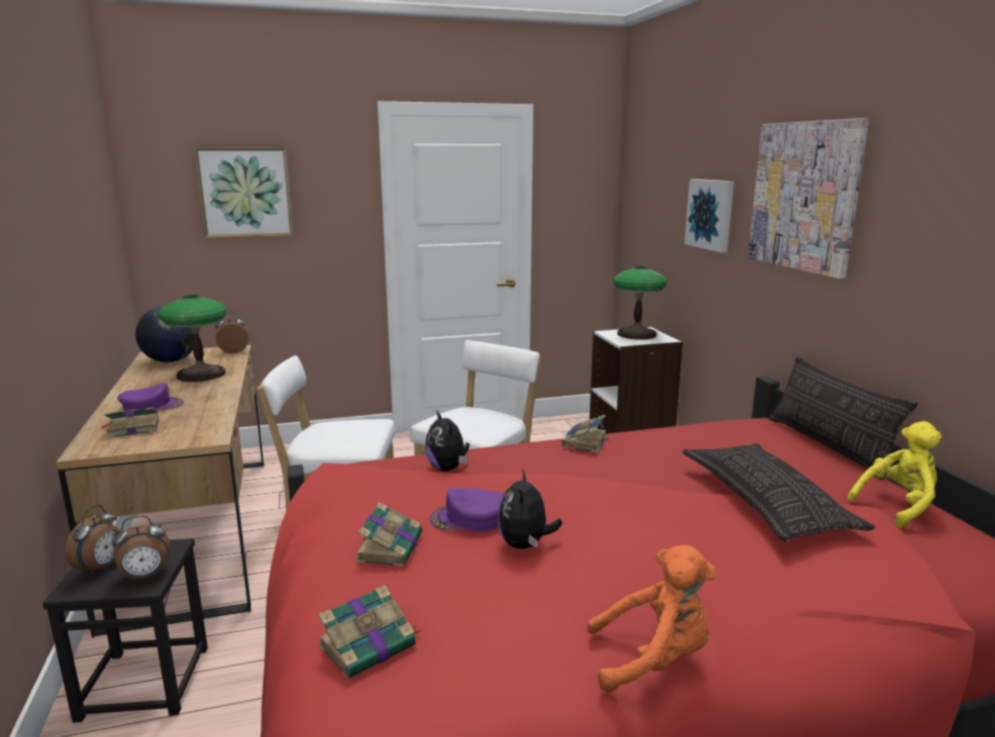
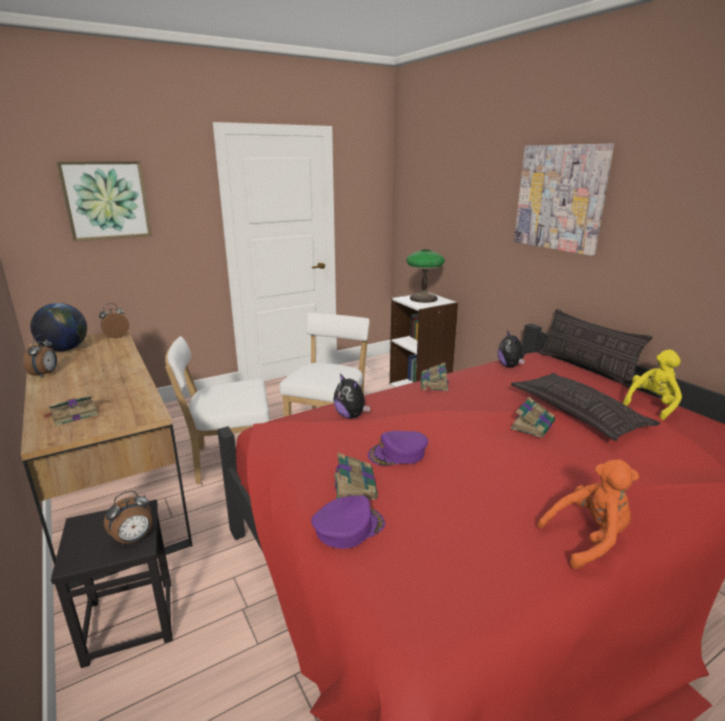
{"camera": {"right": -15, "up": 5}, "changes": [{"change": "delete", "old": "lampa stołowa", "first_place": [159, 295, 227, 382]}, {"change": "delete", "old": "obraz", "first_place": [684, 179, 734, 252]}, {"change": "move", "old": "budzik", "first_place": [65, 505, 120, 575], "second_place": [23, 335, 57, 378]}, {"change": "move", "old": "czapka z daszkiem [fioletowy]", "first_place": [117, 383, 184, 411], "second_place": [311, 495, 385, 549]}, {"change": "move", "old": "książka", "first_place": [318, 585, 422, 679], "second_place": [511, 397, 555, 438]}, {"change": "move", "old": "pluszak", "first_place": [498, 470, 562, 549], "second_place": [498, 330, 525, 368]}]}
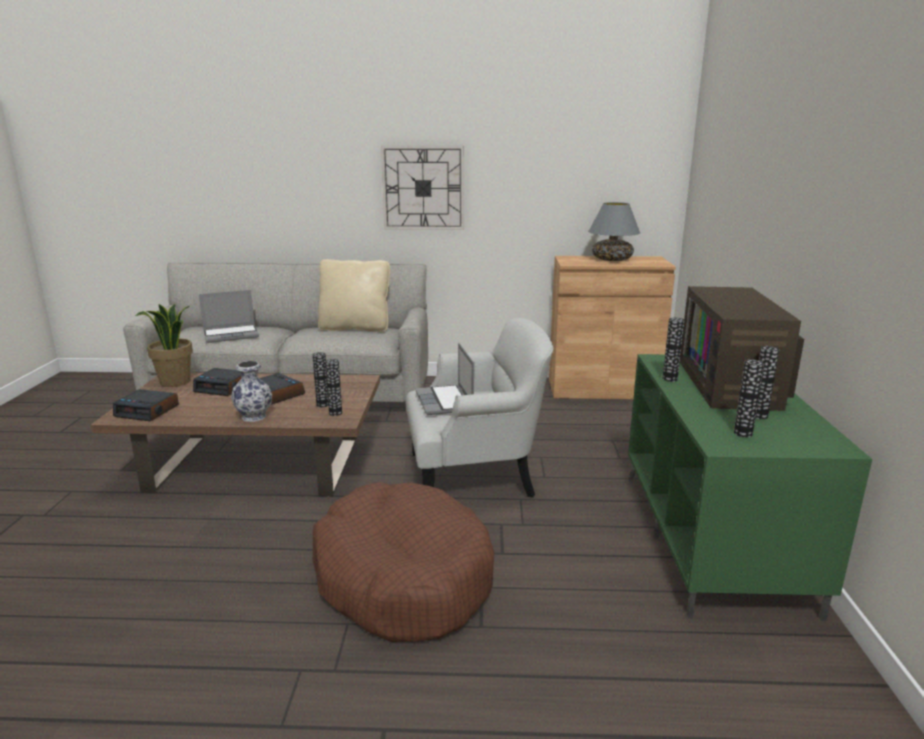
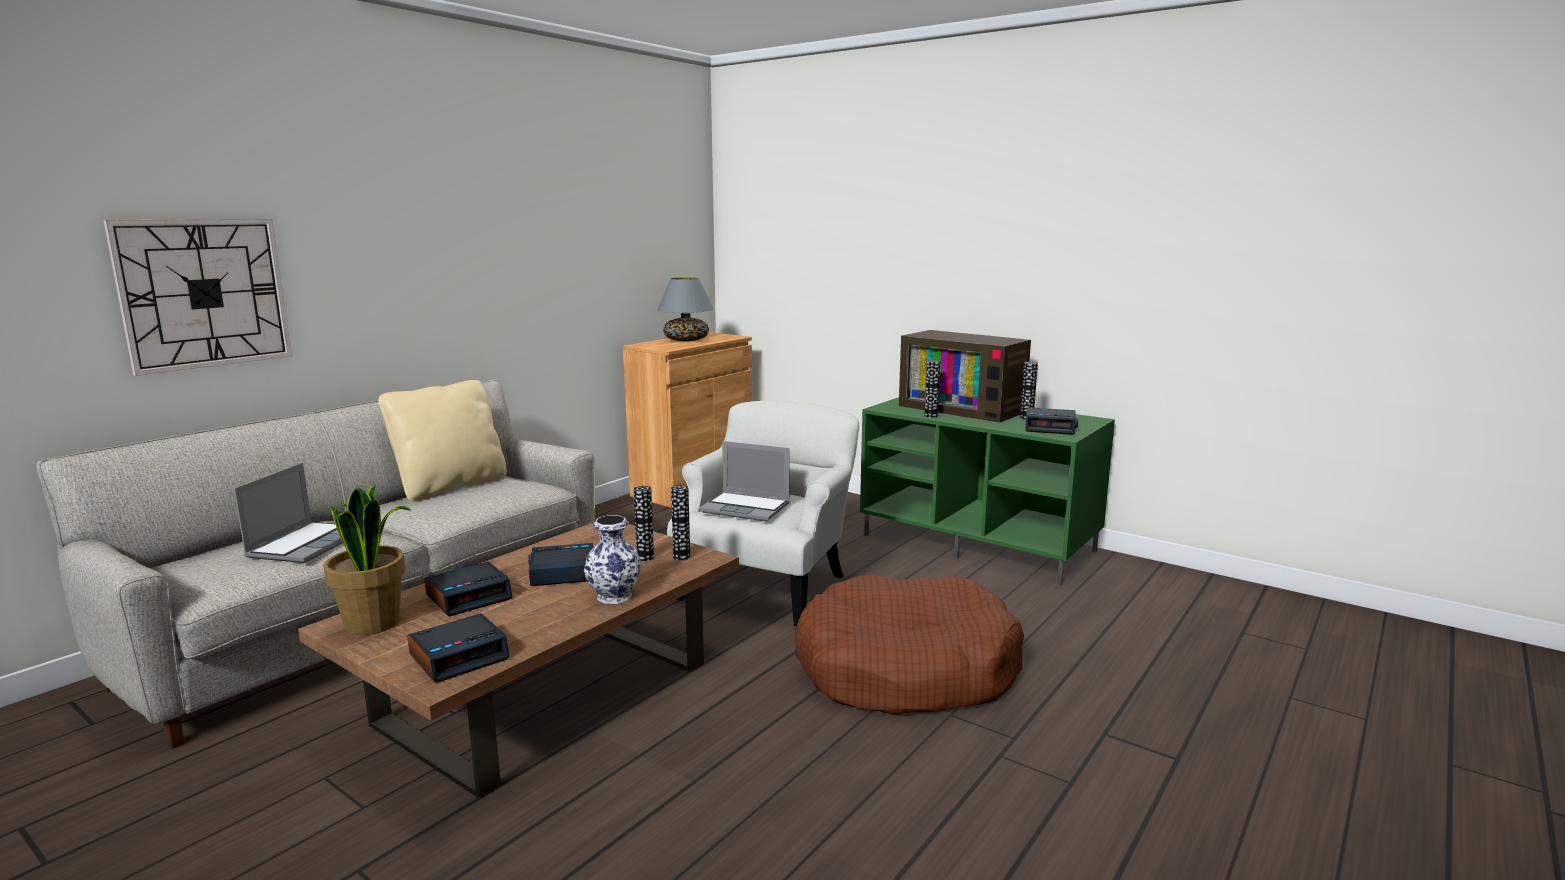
{"camera": {"right": -55, "up": -5}, "changes": [{"change": "move", "old": "zegar ścienny", "first_place": [381, 146, 464, 230], "second_place": [103, 219, 292, 376]}, {"change": "replace", "old": "wazon", "new": "budzik", "first_place": [734, 359, 764, 437], "second_place": [1025, 407, 1078, 435]}]}
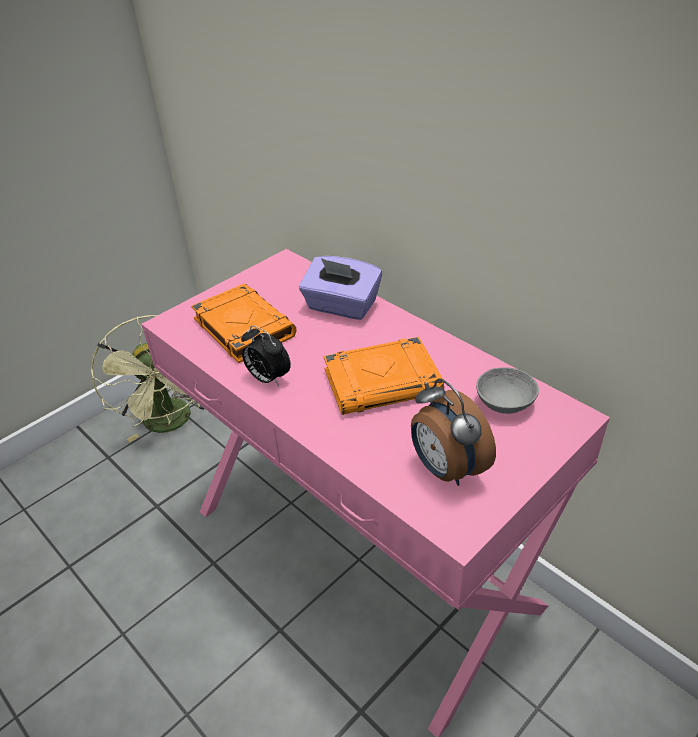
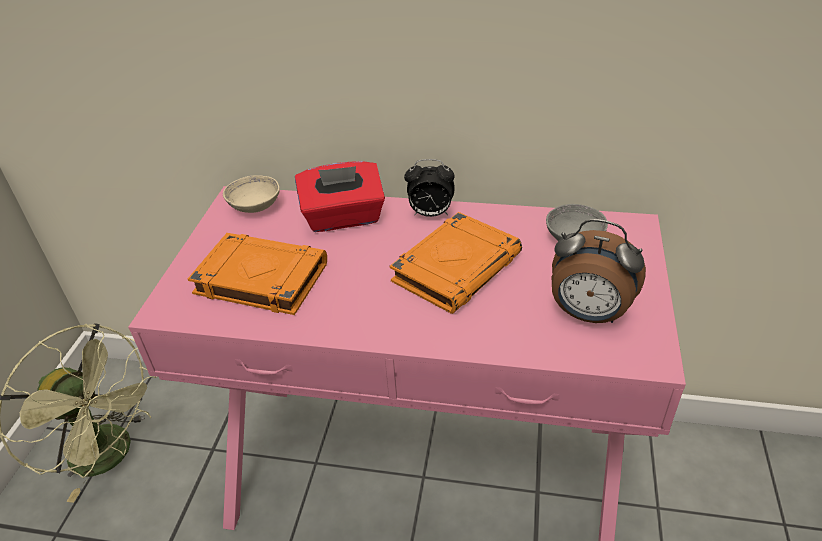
{"camera": {"right": -35, "up": 0}, "changes": [{"change": "insert", "new": "miska [beżowy]", "second_place": [223, 175, 280, 213]}, {"change": "move", "old": "budzik", "first_place": [241, 325, 291, 386], "second_place": [404, 159, 455, 217]}, {"change": "recolor", "old": "pudełko chusteczek [fioletowy]", "new": "pudełko chusteczek [czerwony]", "first_place": [299, 256, 382, 320], "second_place": [295, 161, 385, 232]}]}
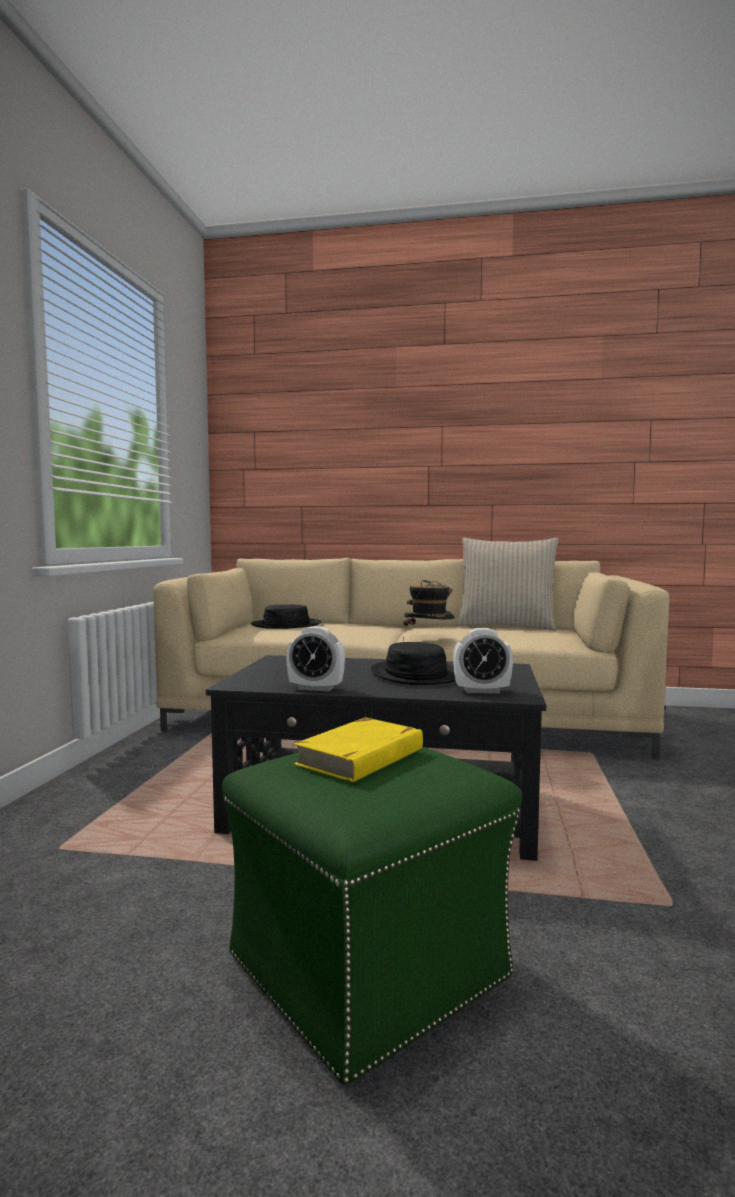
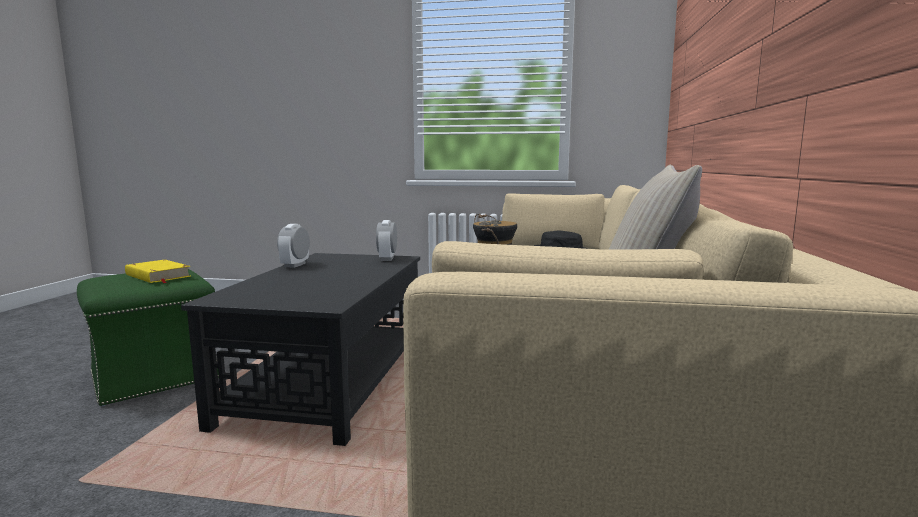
{"camera": {"right": 90, "up": 5}, "changes": [{"change": "delete", "old": "kapelusz [czarny]", "first_place": [371, 642, 456, 685]}, {"change": "move", "old": "budzik", "first_place": [453, 628, 513, 693], "second_place": [376, 220, 397, 261]}]}
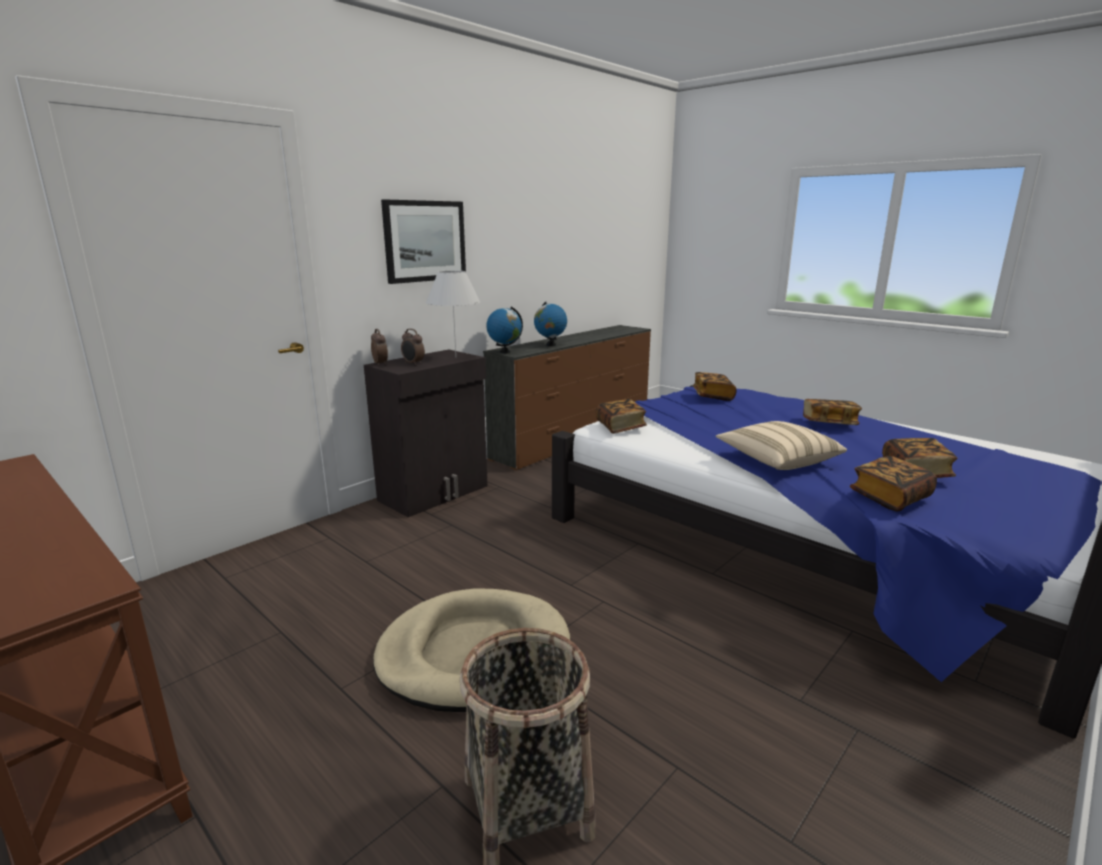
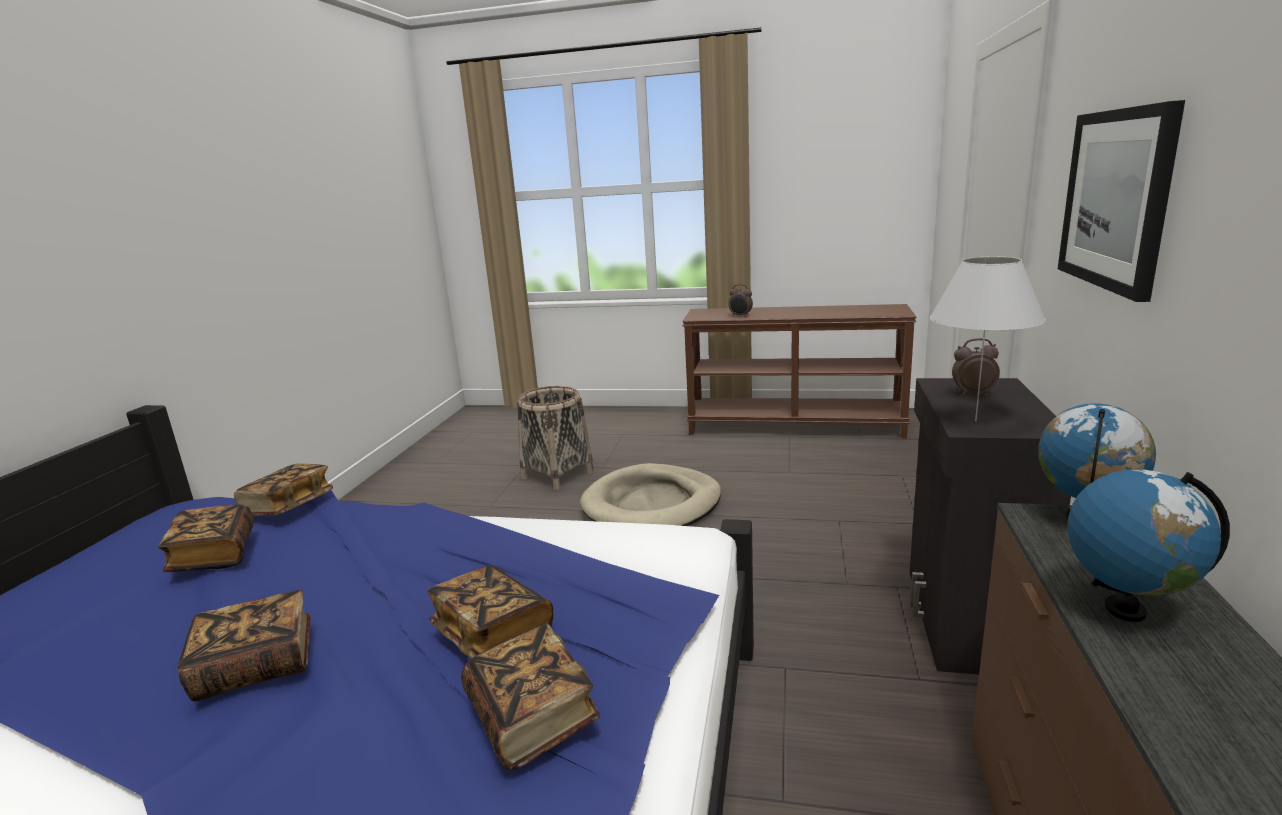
{"camera": {"right": 150, "up": 0}, "changes": [{"change": "delete", "old": "poduszka [beżowy]", "first_place": [716, 421, 847, 470]}, {"change": "move", "old": "budzik", "first_place": [371, 329, 388, 365], "second_place": [728, 284, 753, 317]}, {"change": "move", "old": "książka", "first_place": [596, 399, 647, 434], "second_place": [428, 565, 553, 658]}]}
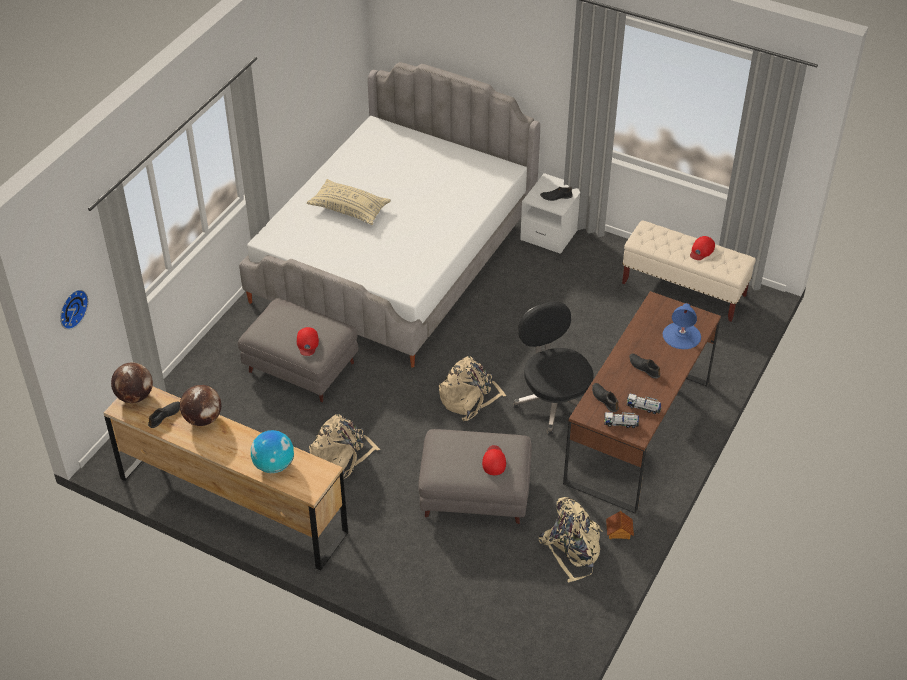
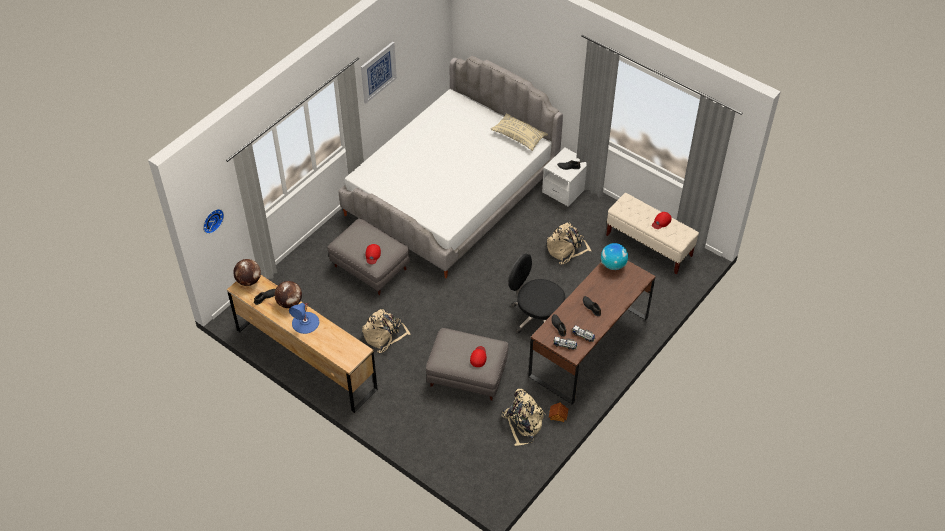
{"camera": {"right": 10, "up": 5}, "changes": [{"change": "insert", "new": "obraz", "second_place": [361, 42, 397, 103]}, {"change": "move", "old": "globus", "first_place": [251, 430, 294, 473], "second_place": [601, 243, 628, 270]}, {"change": "move", "old": "poduszka [beżowy]", "first_place": [307, 179, 391, 225], "second_place": [490, 113, 548, 151]}, {"change": "move", "old": "plecak [beżowy]", "first_place": [439, 356, 507, 421], "second_place": [547, 222, 591, 264]}, {"change": "move", "old": "lampa stołowa [niebieski]", "first_place": [663, 303, 701, 349], "second_place": [289, 303, 319, 334]}, {"change": "rotate", "old": "krzesło biurowe [czarny]", "first_place": [513, 301, 593, 435], "second_place": [508, 254, 565, 334], "degrees": -45}]}
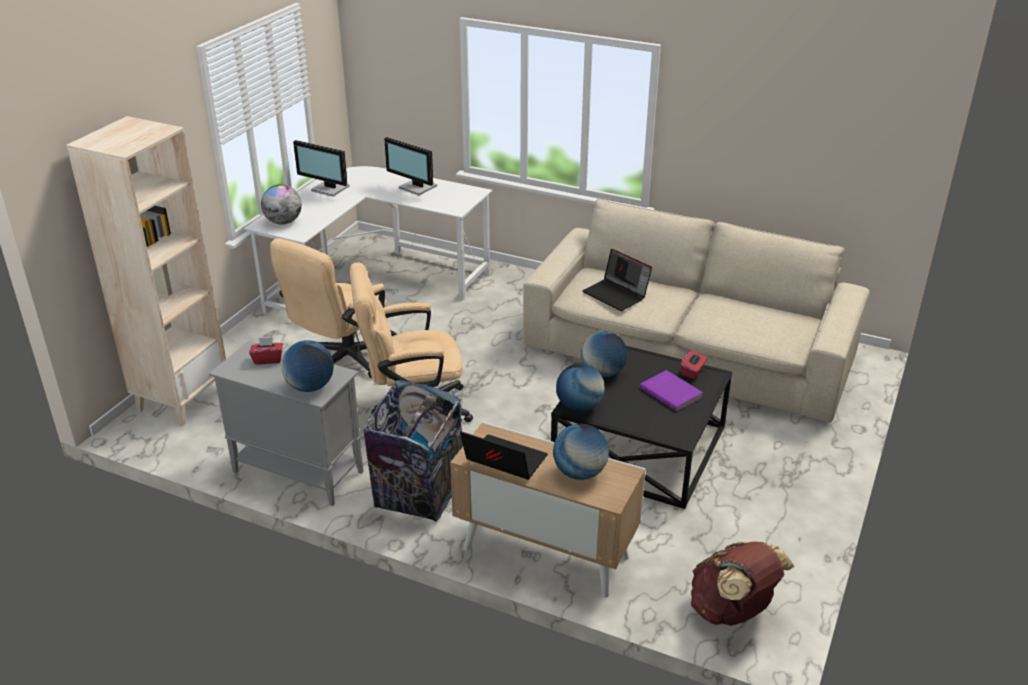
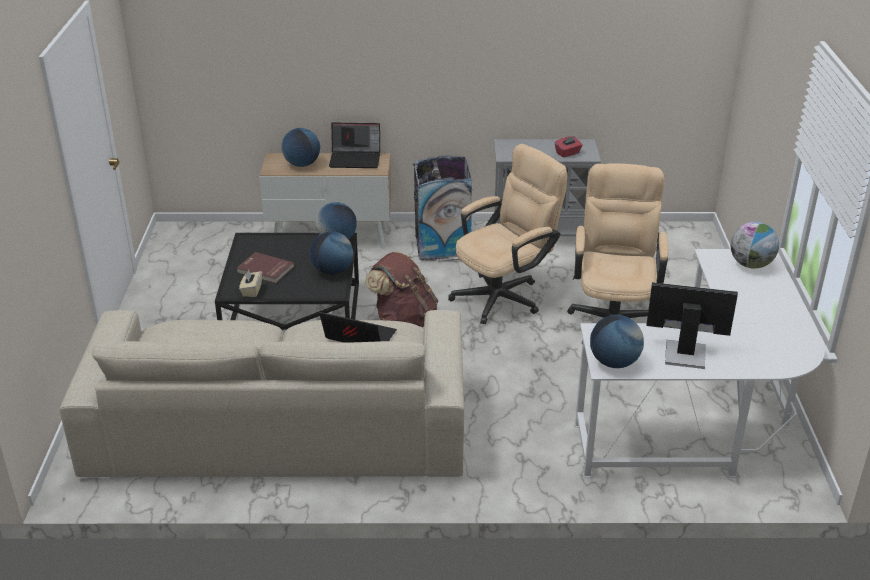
{"camera": {"right": 155, "up": 0}, "changes": [{"change": "delete", "old": "regał [beżowy]", "first_place": [66, 116, 226, 426]}, {"change": "delete", "old": "monitor", "first_place": [293, 140, 350, 197]}, {"change": "move", "old": "globus", "first_place": [281, 340, 334, 392], "second_place": [590, 315, 644, 368]}, {"change": "move", "old": "plecak [brązowy]", "first_place": [691, 541, 794, 626], "second_place": [365, 251, 438, 327]}, {"change": "recolor", "old": "książka [fioletowy]", "new": "książka [czerwony]", "first_place": [640, 370, 703, 412], "second_place": [237, 252, 295, 283]}, {"change": "recolor", "old": "pudełko chusteczek [czerwony]", "new": "pudełko chusteczek [beżowy]", "first_place": [680, 350, 707, 379], "second_place": [239, 269, 262, 297]}]}
